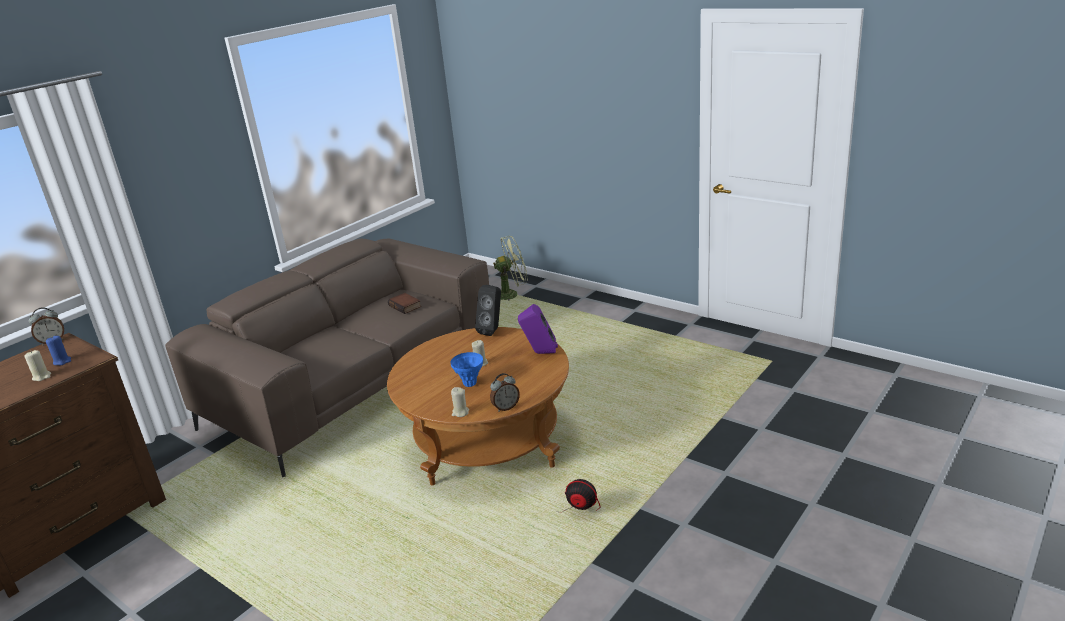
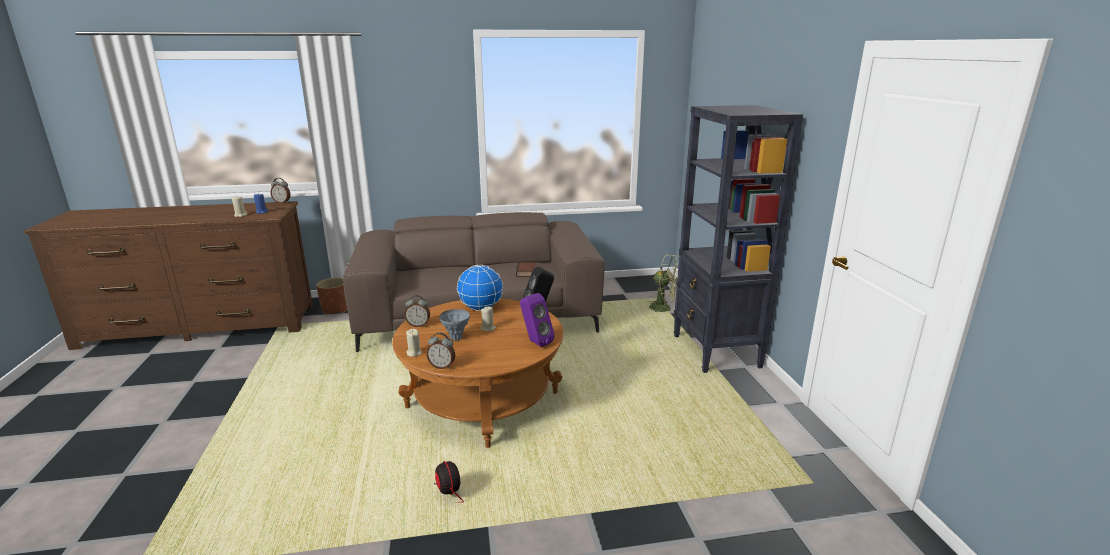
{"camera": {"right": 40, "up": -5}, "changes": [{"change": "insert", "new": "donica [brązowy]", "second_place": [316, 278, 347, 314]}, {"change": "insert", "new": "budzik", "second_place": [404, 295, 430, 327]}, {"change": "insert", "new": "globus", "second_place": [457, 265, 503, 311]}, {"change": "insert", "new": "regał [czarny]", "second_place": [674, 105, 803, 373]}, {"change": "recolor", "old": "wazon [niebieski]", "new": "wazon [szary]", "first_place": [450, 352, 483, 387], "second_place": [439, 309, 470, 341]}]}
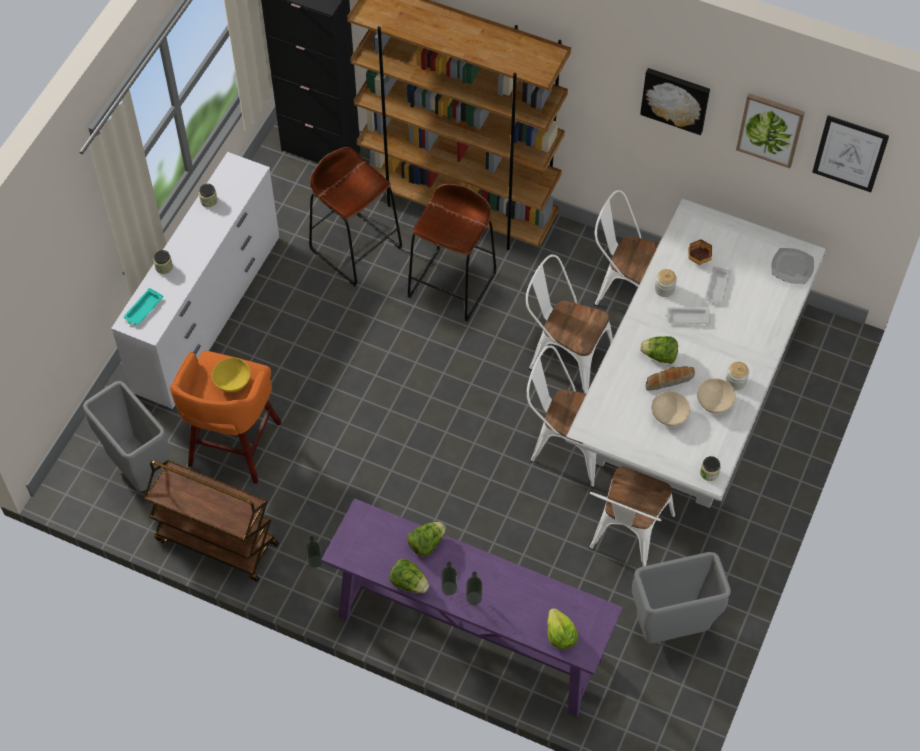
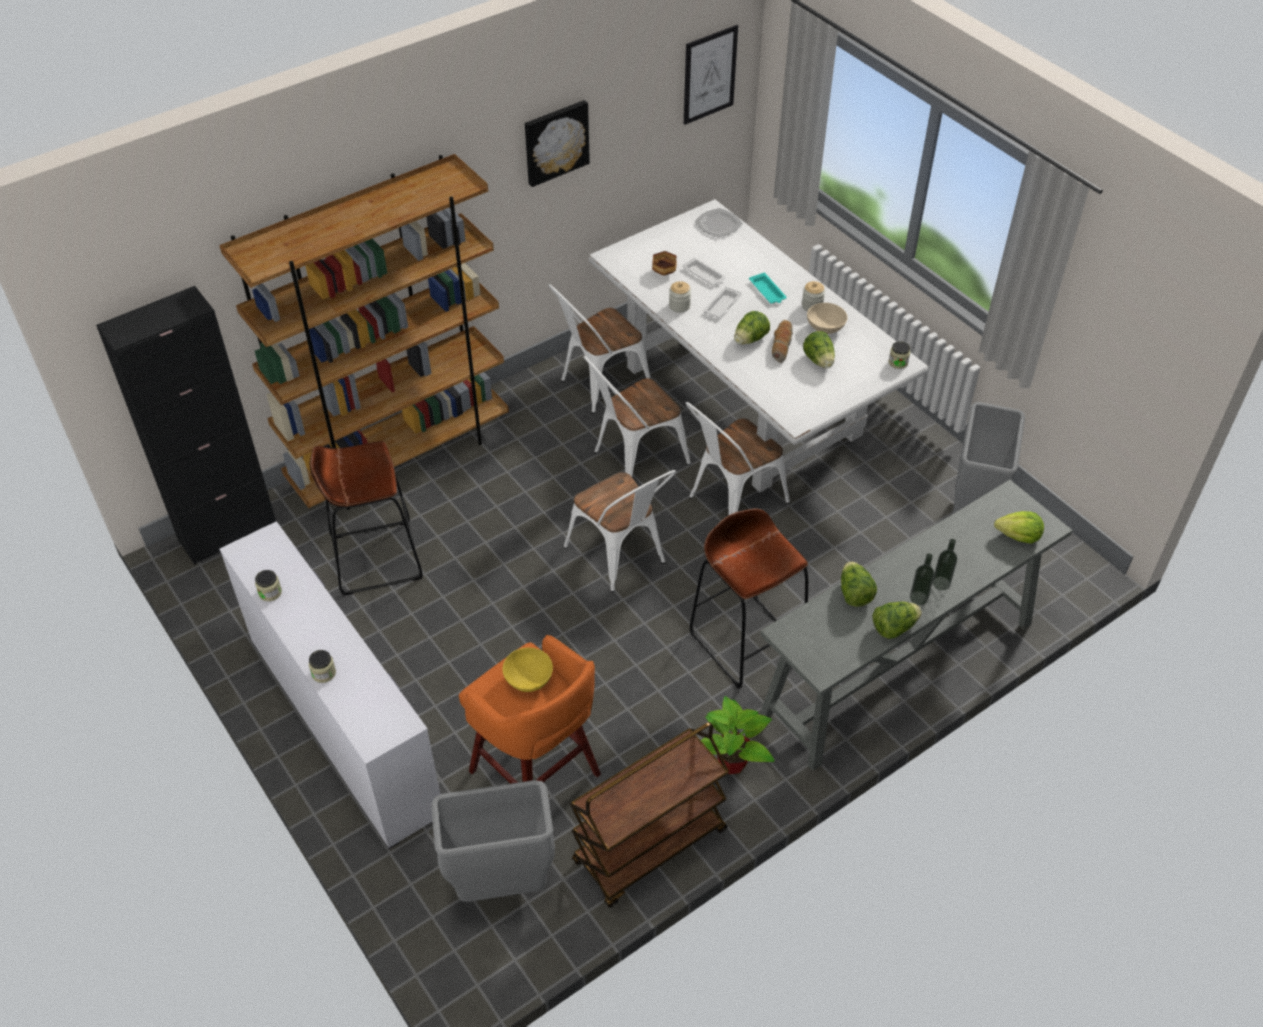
{"camera": {"right": -60, "up": -10}, "changes": [{"change": "delete", "old": "obraz", "first_place": [736, 93, 805, 168]}, {"change": "move", "old": "taca [turkusowy]", "first_place": [124, 288, 163, 325], "second_place": [749, 273, 787, 303]}, {"change": "move", "old": "stołek [brązowy]", "first_place": [407, 184, 496, 322], "second_place": [690, 508, 808, 689]}, {"change": "move", "old": "krzesło [biały]", "first_place": [589, 467, 675, 567], "second_place": [564, 470, 677, 593]}, {"change": "replace", "old": "butelka", "new": "roślina doniczkowa", "first_place": [306, 536, 322, 568], "second_place": [701, 696, 775, 774]}, {"change": "replace", "old": "miska [beżowy]", "new": "sałata", "first_place": [651, 391, 690, 426], "second_place": [803, 331, 835, 368]}, {"change": "recolor", "old": "stolik konsolowy [fioletowy]", "new": "stolik konsolowy [szary]", "first_place": [321, 498, 623, 717], "second_place": [760, 480, 1073, 771]}]}
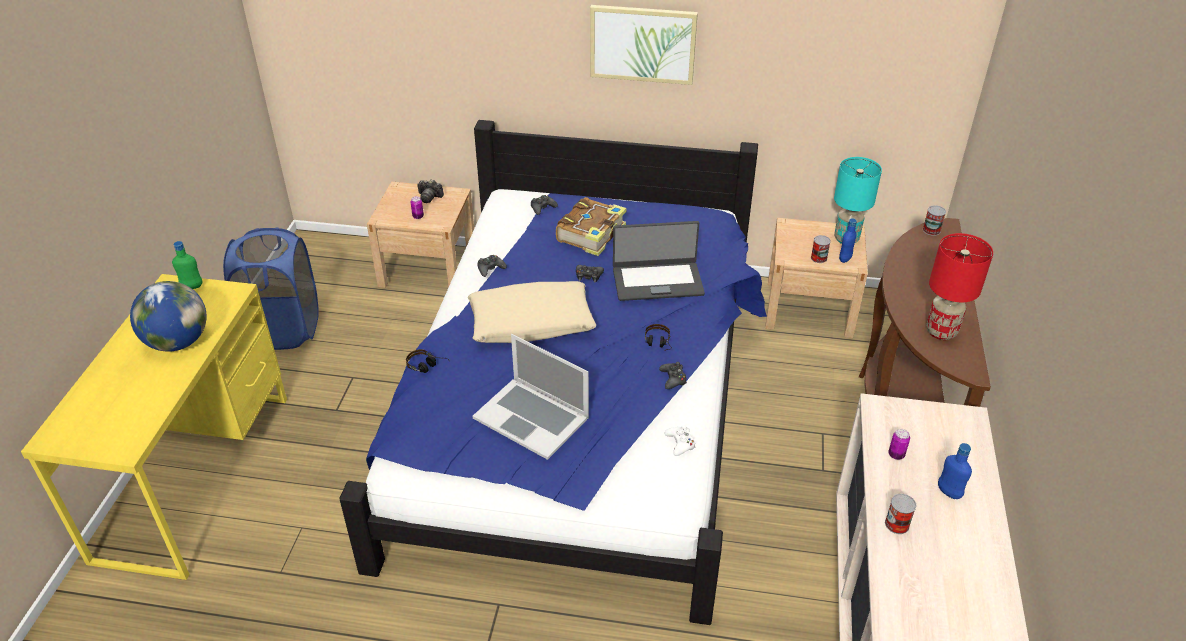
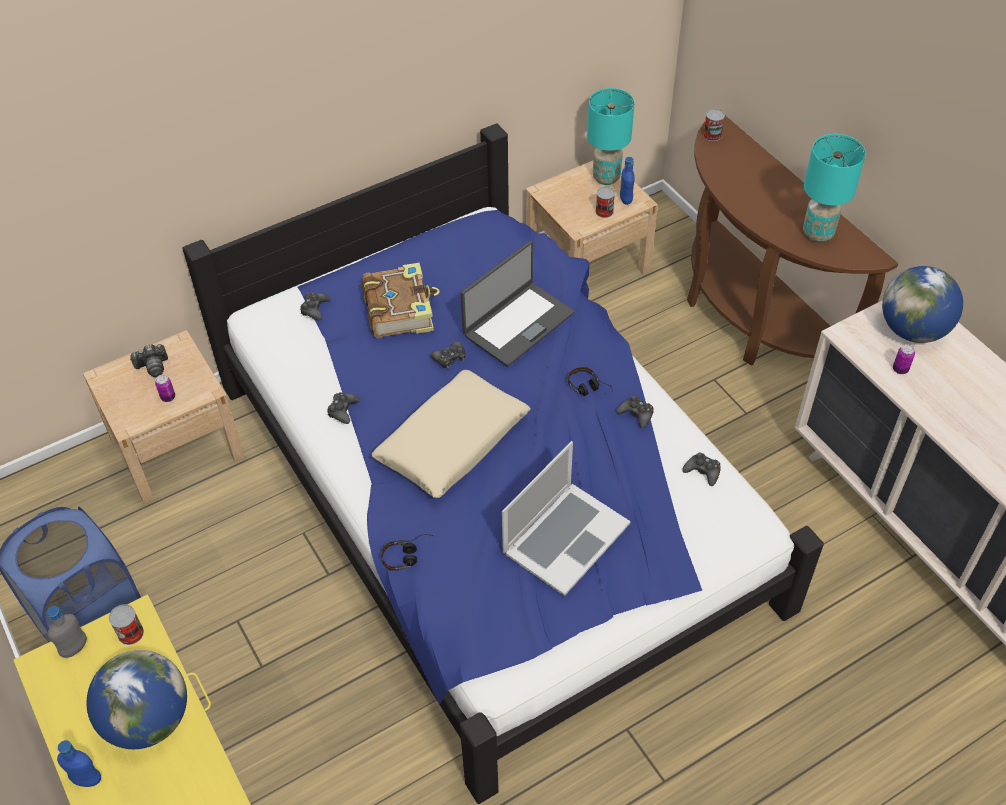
{"camera": {"right": -40, "up": 10}, "changes": [{"change": "delete", "old": "obraz", "first_place": [590, 5, 698, 85]}, {"change": "insert", "new": "globus", "second_place": [882, 266, 963, 343]}, {"change": "move", "old": "puszka", "first_place": [885, 494, 916, 534], "second_place": [109, 604, 144, 645]}, {"change": "move", "old": "butelka [niebieski]", "first_place": [938, 443, 972, 499], "second_place": [57, 740, 101, 787]}, {"change": "recolor", "old": "butelka [zielony]", "new": "butelka [szary]", "first_place": [172, 241, 203, 289], "second_place": [47, 606, 87, 658]}, {"change": "recolor", "old": "pad do gier [biały]", "new": "pad do gier [czarny]", "first_place": [665, 425, 695, 456], "second_place": [682, 452, 721, 486]}, {"change": "recolor", "old": "lampa stołowa [czerwony]", "new": "lampa stołowa [turkusowy]", "first_place": [926, 233, 993, 340], "second_place": [803, 134, 866, 243]}, {"change": "rotate", "old": "laptop", "first_place": [472, 334, 589, 460], "second_place": [502, 441, 631, 596], "degrees": -45}]}
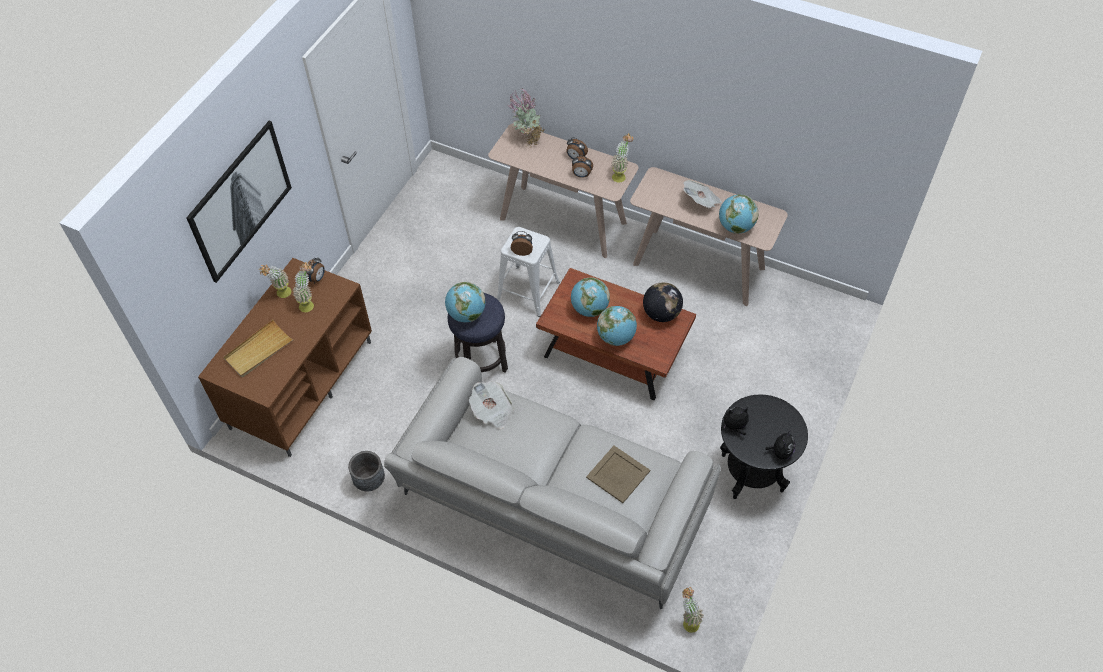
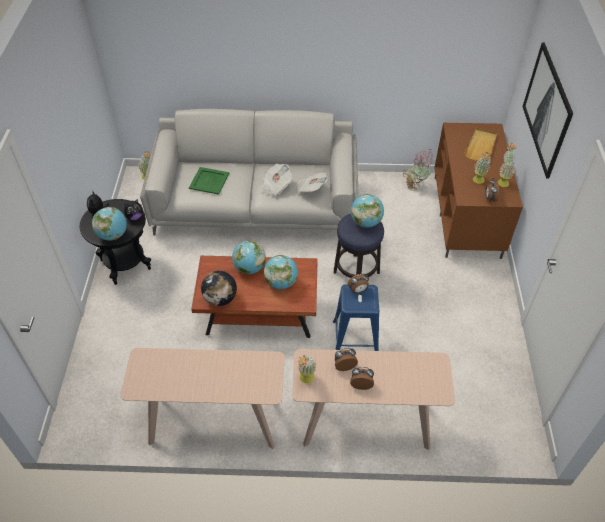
{"camera": {"right": 155, "up": -5}, "changes": [{"change": "delete", "old": "donica [szary]", "first_place": [348, 451, 385, 491]}, {"change": "move", "old": "roślina doniczkowa", "first_place": [508, 88, 544, 148], "second_place": [403, 149, 434, 191]}, {"change": "move", "old": "gazeta", "first_place": [683, 180, 722, 208], "second_place": [260, 164, 292, 196]}, {"change": "move", "old": "globus", "first_place": [719, 194, 758, 234], "second_place": [92, 207, 127, 241]}, {"change": "recolor", "old": "stołek [biały]", "new": "stołek [niebieski]", "first_place": [496, 227, 560, 317], "second_place": [333, 284, 379, 351]}, {"change": "recolor", "old": "taca [beżowy]", "new": "taca [zielony]", "first_place": [586, 446, 650, 503], "second_place": [189, 167, 229, 195]}]}
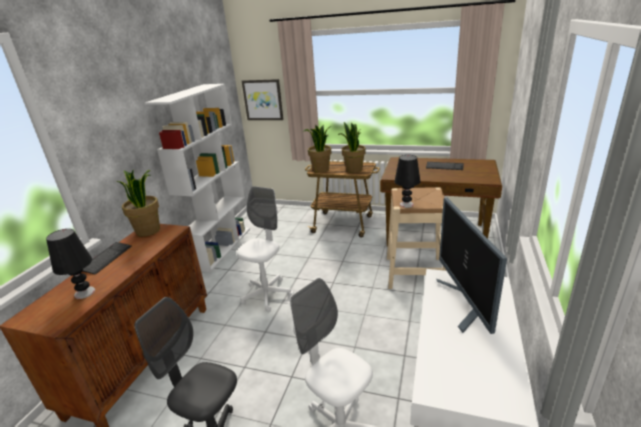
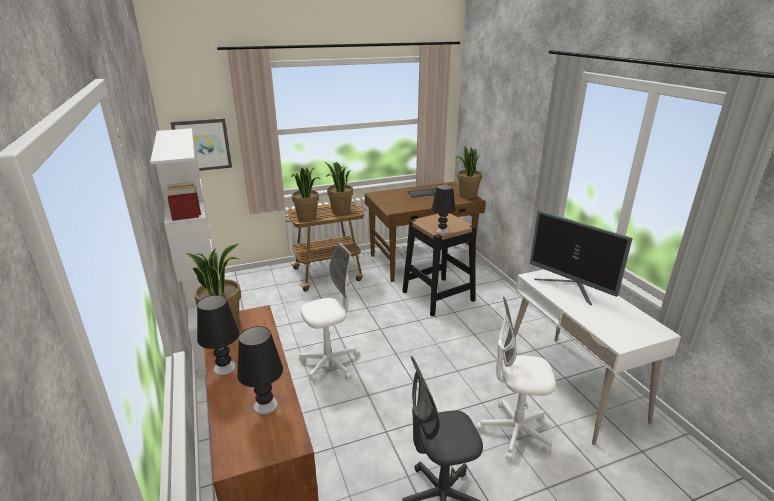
{"camera": {"right": -40, "up": 0}, "changes": [{"change": "insert", "new": "roślina doniczkowa", "second_place": [455, 146, 482, 199]}, {"change": "replace", "old": "klawiatura", "new": "lampa stołowa [czarny]", "first_place": [82, 242, 132, 275], "second_place": [197, 295, 239, 375]}, {"change": "recolor", "old": "stołek [beżowy]", "new": "stołek [czarny]", "first_place": [387, 187, 446, 289], "second_place": [402, 213, 476, 316]}, {"change": "rotate", "old": "krzesło biurowe [biały]", "first_place": [236, 186, 294, 312], "second_place": [299, 243, 359, 383], "degrees": 75}]}
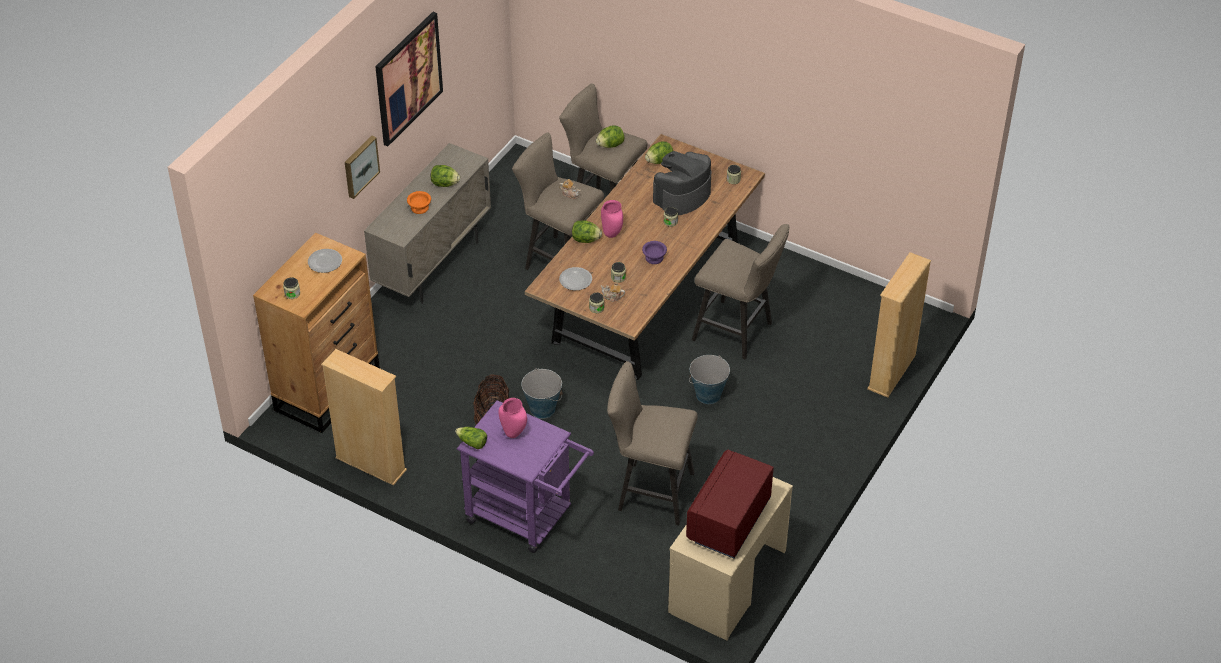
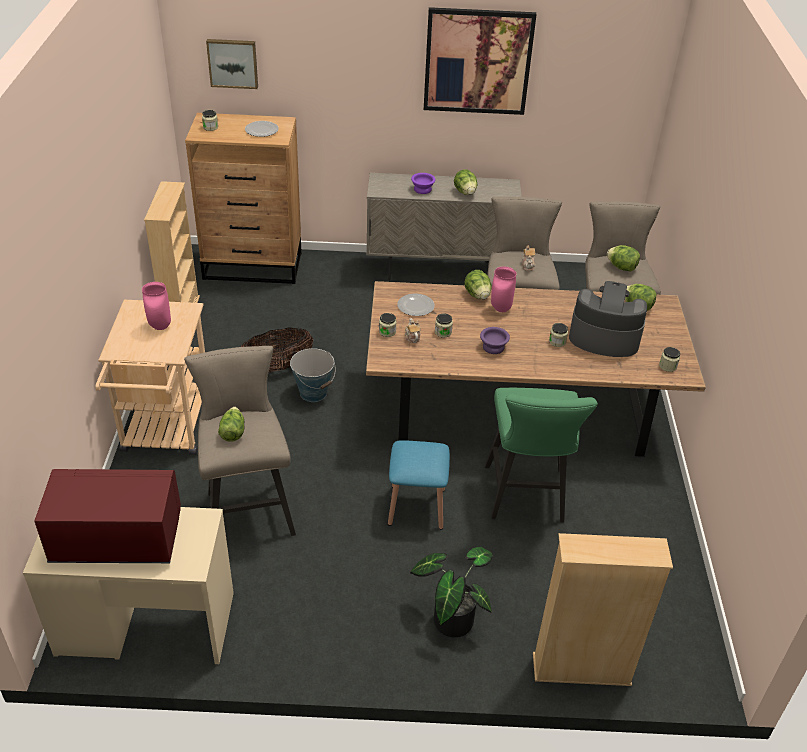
{"camera": {"right": 60, "up": -5}, "changes": [{"change": "insert", "new": "roślina doniczkowa", "second_place": [410, 547, 493, 637]}, {"change": "move", "old": "obraz", "first_place": [345, 136, 380, 199], "second_place": [206, 39, 258, 89]}, {"change": "move", "old": "sałata", "first_place": [455, 427, 487, 449], "second_place": [218, 407, 244, 442]}, {"change": "replace", "old": "wiadro", "new": "stołek [niebieski]", "first_place": [689, 355, 730, 404], "second_place": [388, 440, 450, 530]}, {"change": "recolor", "old": "miska [pomarańczowy]", "new": "miska [fioletowy]", "first_place": [407, 191, 431, 214], "second_place": [411, 173, 436, 194]}, {"change": "recolor", "old": "wózek [fioletowy]", "new": "wózek [beżowy]", "first_place": [457, 400, 594, 553], "second_place": [96, 300, 205, 455]}, {"change": "recolor", "old": "stołek [beżowy]", "new": "stołek [zielony]", "first_place": [692, 224, 790, 359], "second_place": [485, 388, 598, 522]}]}
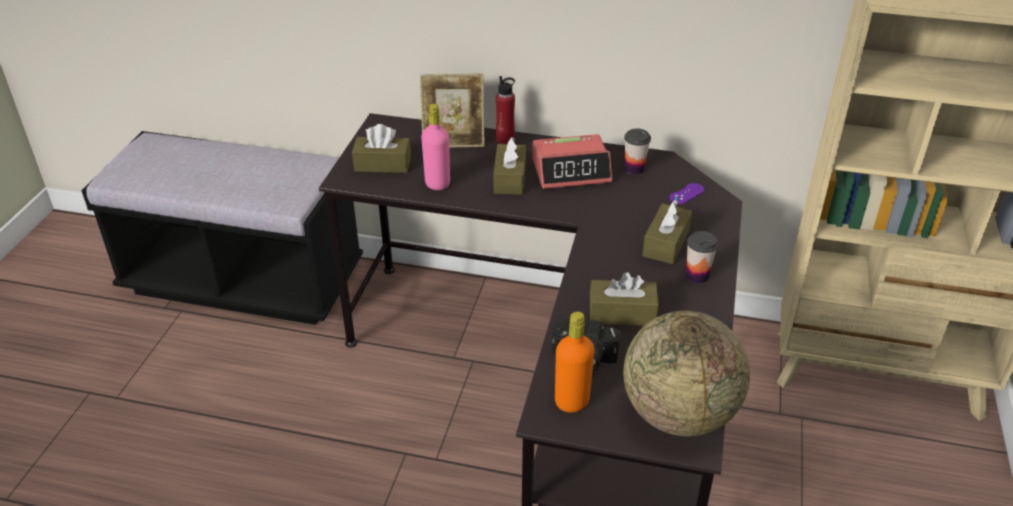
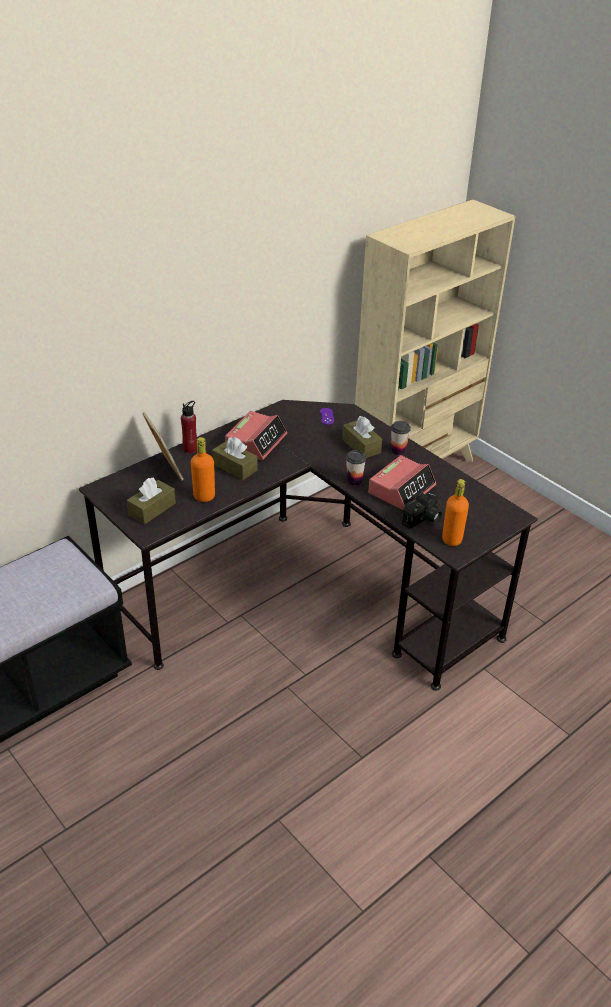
{"camera": {"right": -55, "up": 0}, "changes": [{"change": "delete", "old": "globus", "first_place": [623, 311, 750, 436]}, {"change": "move", "old": "filiżanka", "first_place": [624, 128, 651, 175], "second_place": [346, 450, 366, 486]}, {"change": "replace", "old": "pudełko chusteczek [brązowy]", "new": "budzik", "first_place": [590, 272, 659, 326], "second_place": [368, 455, 436, 510]}, {"change": "recolor", "old": "butelka [różowy]", "new": "butelka [pomarańczowy]", "first_place": [421, 104, 450, 190], "second_place": [191, 437, 215, 502]}, {"change": "rotate", "old": "ramka na zdjęcie", "first_place": [420, 74, 485, 148], "second_place": [143, 412, 184, 481], "degrees": -60}]}
